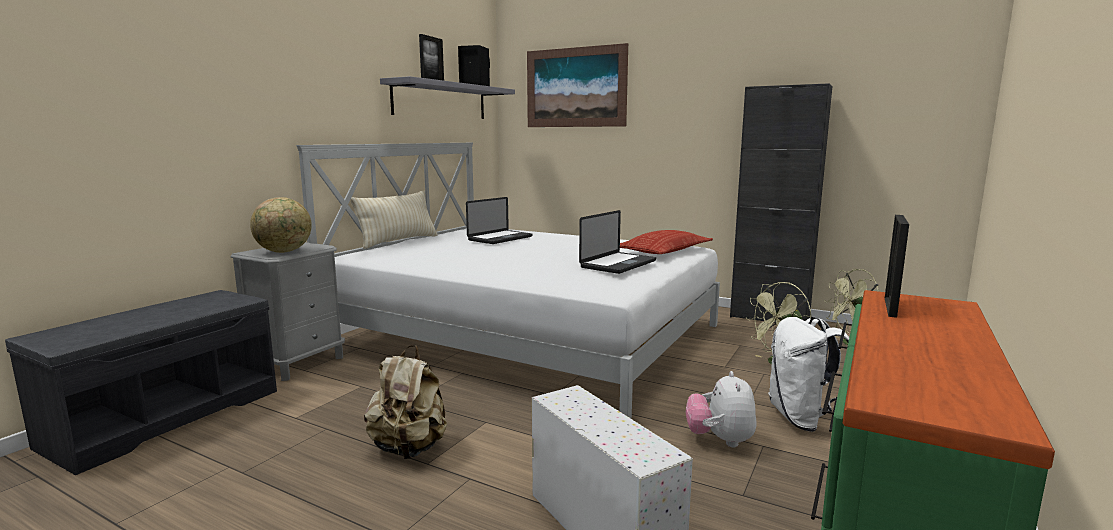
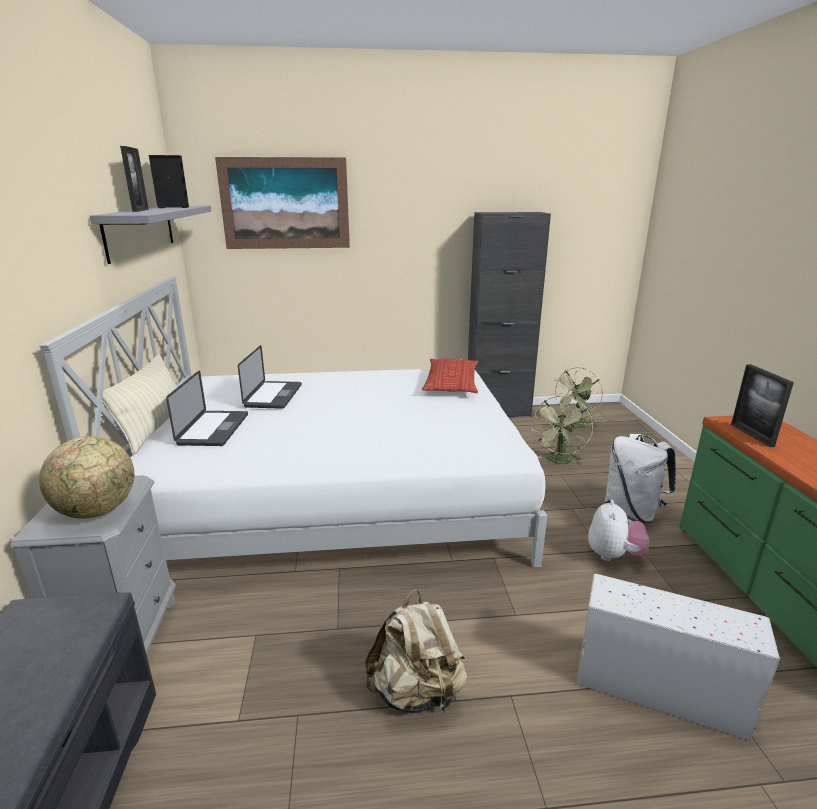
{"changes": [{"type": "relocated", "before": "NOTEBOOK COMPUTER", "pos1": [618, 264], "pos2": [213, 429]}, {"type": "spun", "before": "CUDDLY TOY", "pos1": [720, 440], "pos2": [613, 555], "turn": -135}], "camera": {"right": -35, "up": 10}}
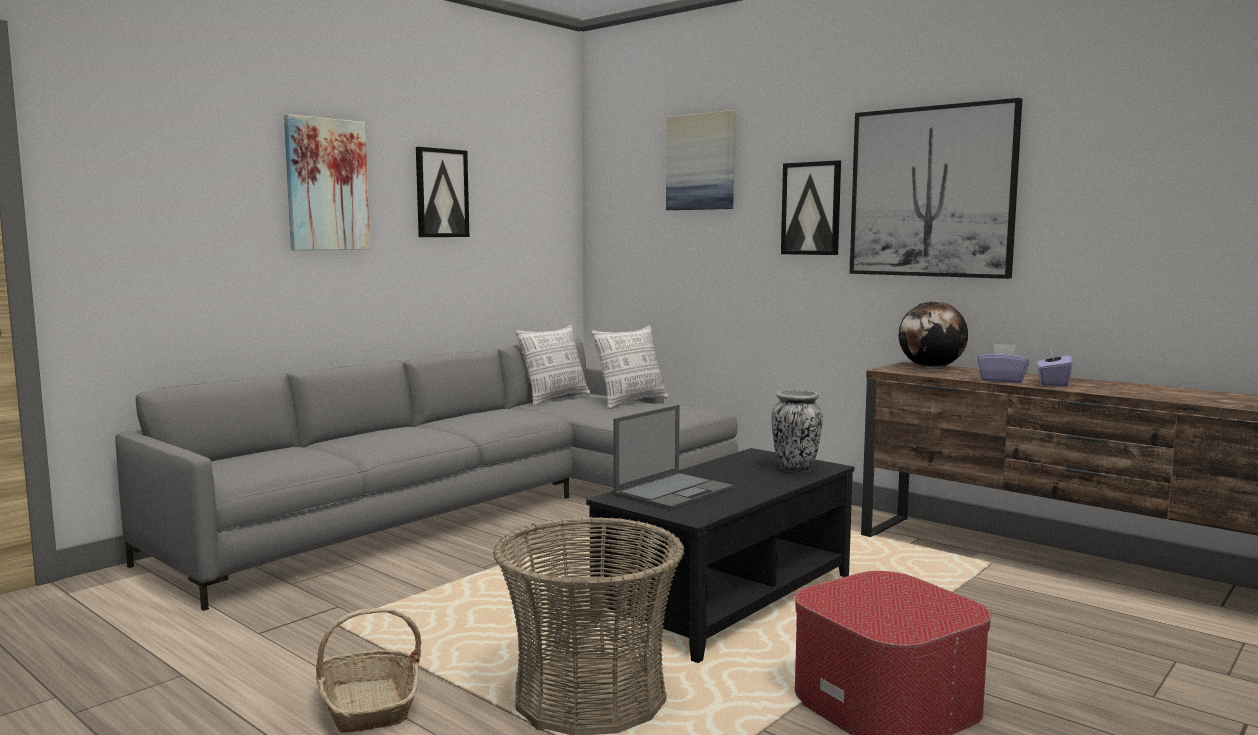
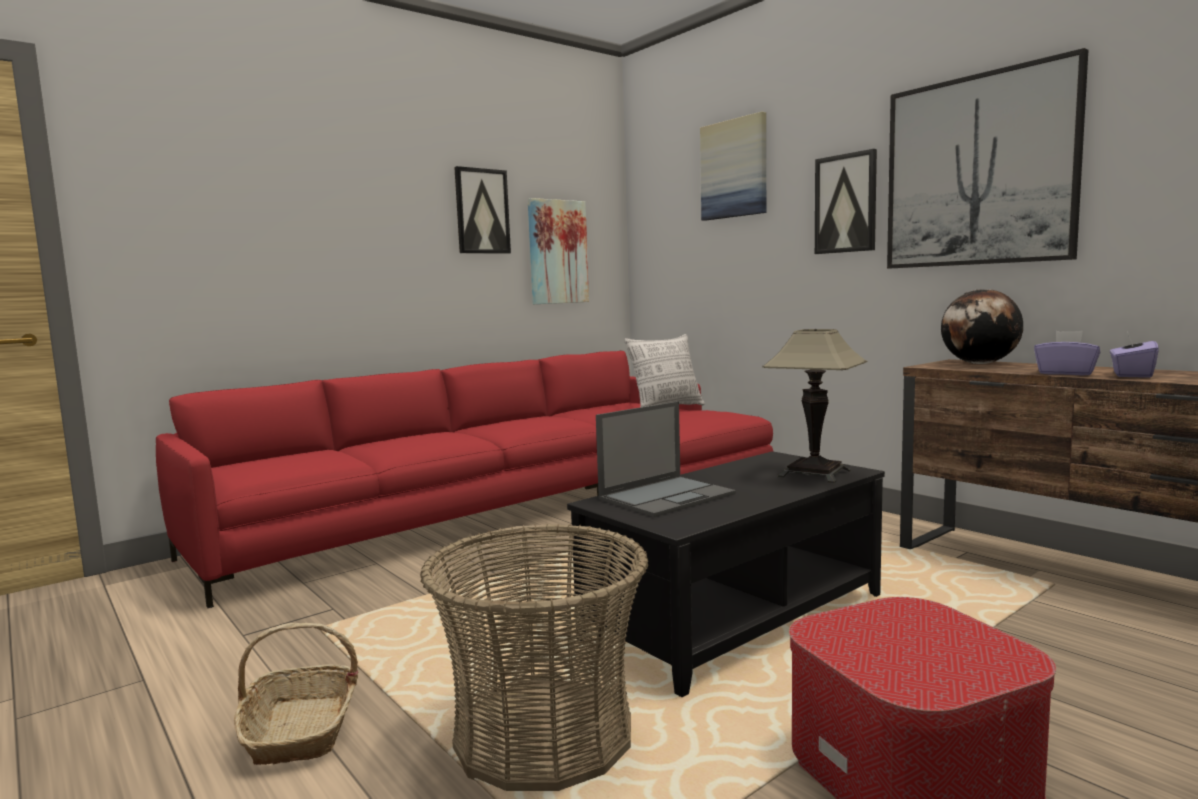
{"changes": [{"type": "missing", "before": "THROW PILLOW", "pos1": [555, 399]}, {"type": "relocated", "before": "PICTURE", "pos1": [326, 184], "pos2": [557, 252]}, {"type": "exchanged", "before": "VASE", "after": "LAMP FOR A TABLE", "pos1": [795, 469], "pos2": [814, 473]}, {"type": "colour", "before": "GRAY SOFA", "after": "REDDISH SOFA", "pos1": [477, 509], "pos2": [511, 512]}], "camera": {"right": 10, "up": 0}}
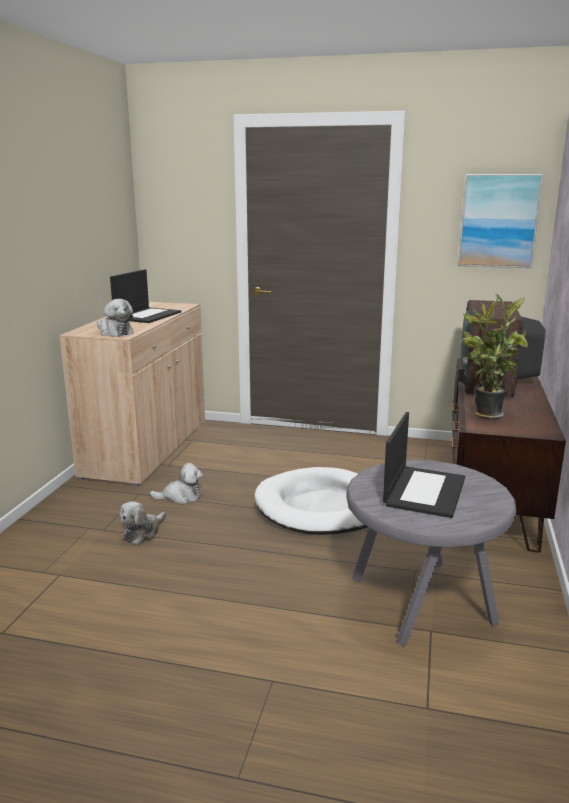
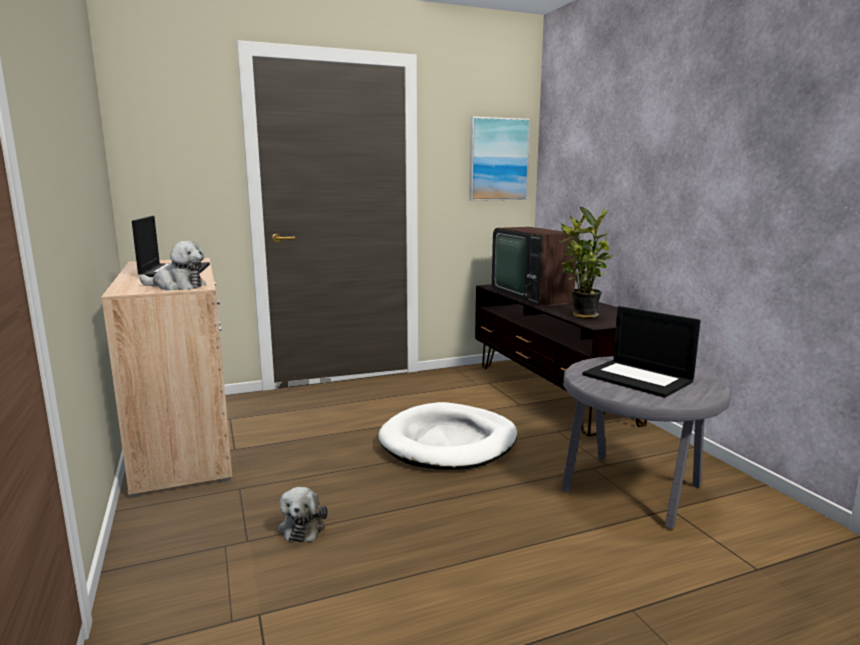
{"changes": [{"type": "missing", "before": "CUDDLY TOY", "pos1": [180, 496]}, {"type": "spun", "before": "NOTEBOOK COMPUTER", "pos1": [424, 491], "pos2": [639, 378], "turn": 150}], "camera": {"right": -35, "up": -5}}
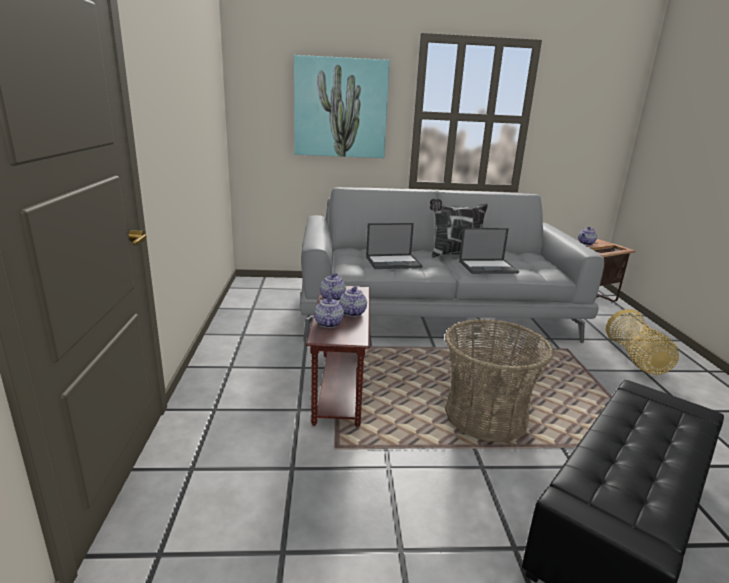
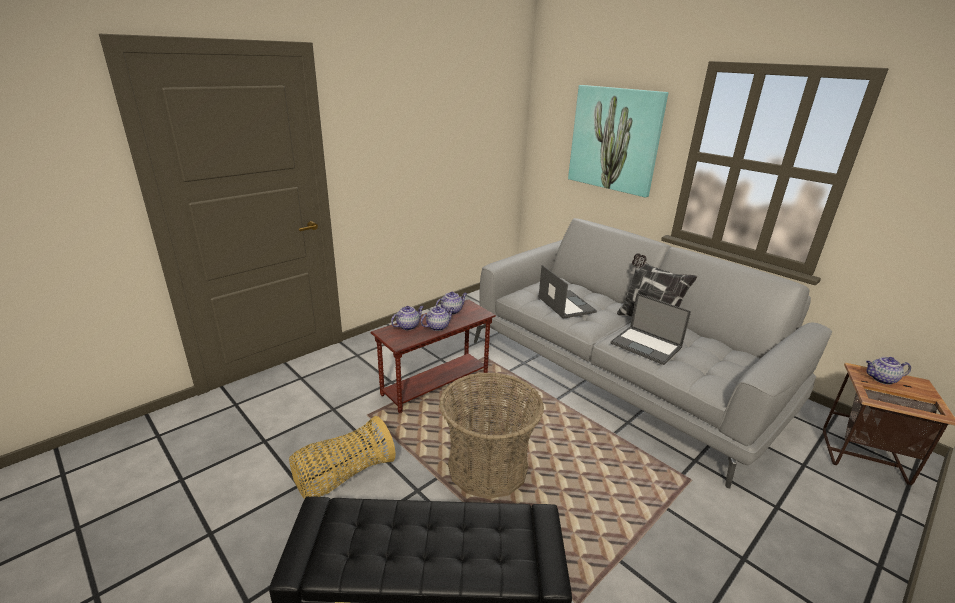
{"changes": [{"type": "relocated", "before": "HOUSEHOLD BASKET", "pos1": [636, 359], "pos2": [343, 476]}, {"type": "spun", "before": "NOTEBOOK COMPUTER", "pos1": [394, 262], "pos2": [565, 304], "turn": -150}], "camera": {"right": 50, "up": 5}}
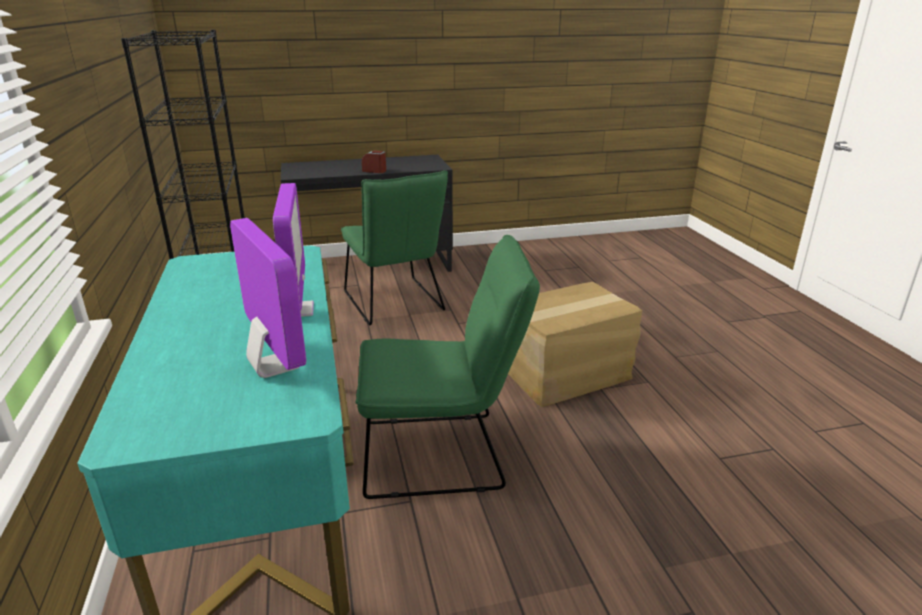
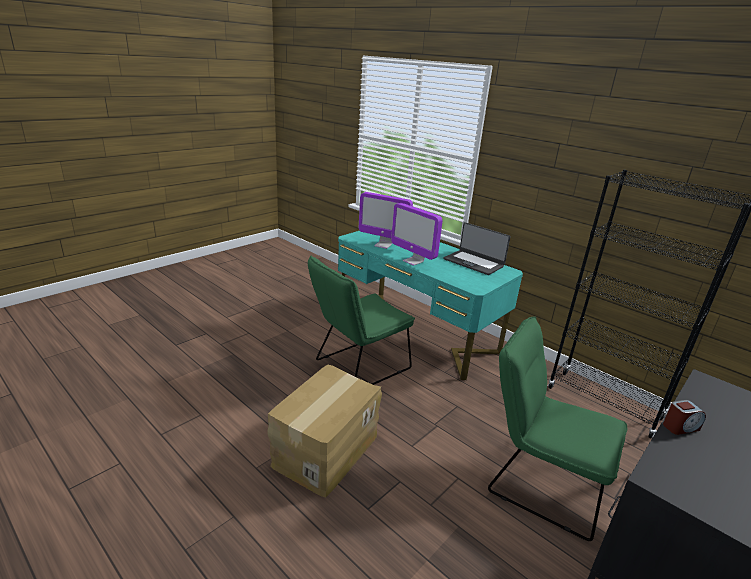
{"changes": [{"type": "appeared", "after": "NOTEBOOK COMPUTER", "pos2": [474, 262]}], "camera": {"right": 145, "up": 0}}
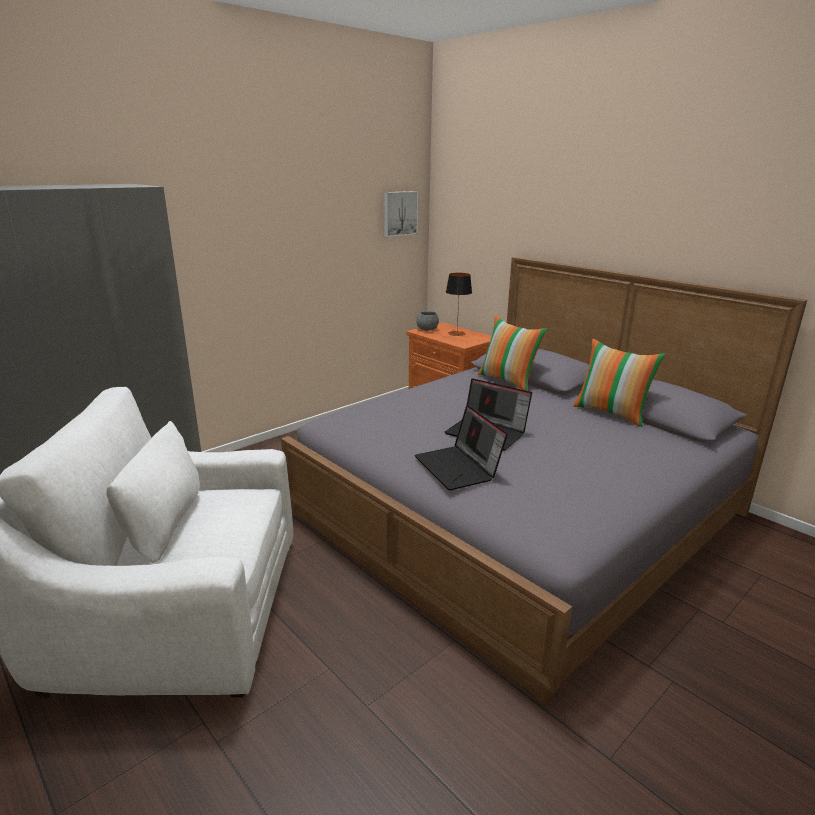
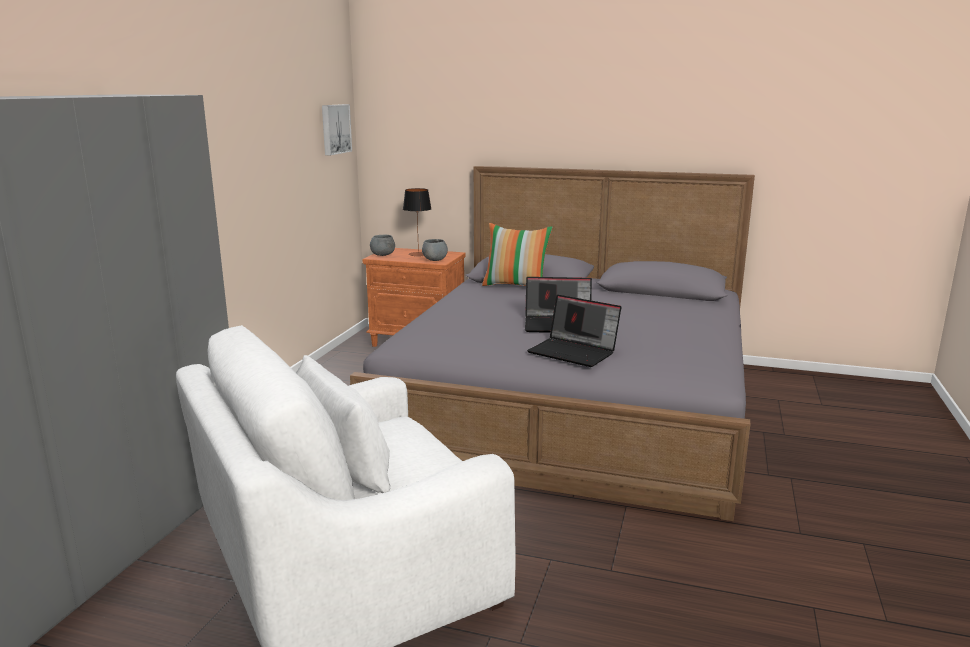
{"changes": [{"type": "missing", "before": "THROW PILLOW", "pos1": [611, 413]}, {"type": "appeared", "after": "GRAY DEEP DISH", "pos2": [435, 260]}], "camera": {"right": -30, "up": -5}}
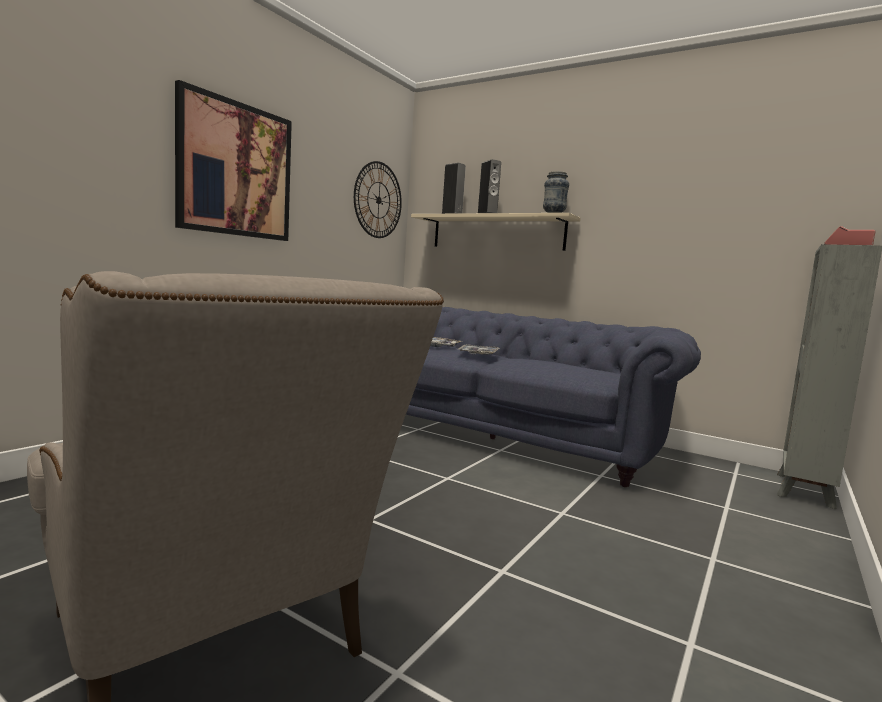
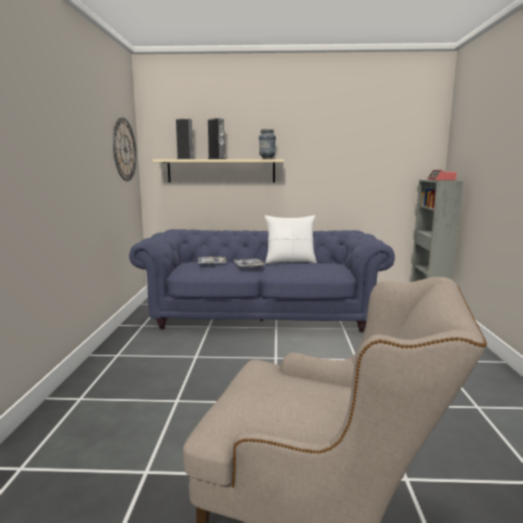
{"changes": [{"type": "missing", "before": "PICTURE", "pos1": [236, 170]}, {"type": "appeared", "after": "WHITISH THROW PILLOW", "pos2": [290, 262]}], "camera": {"right": -30, "up": 5}}
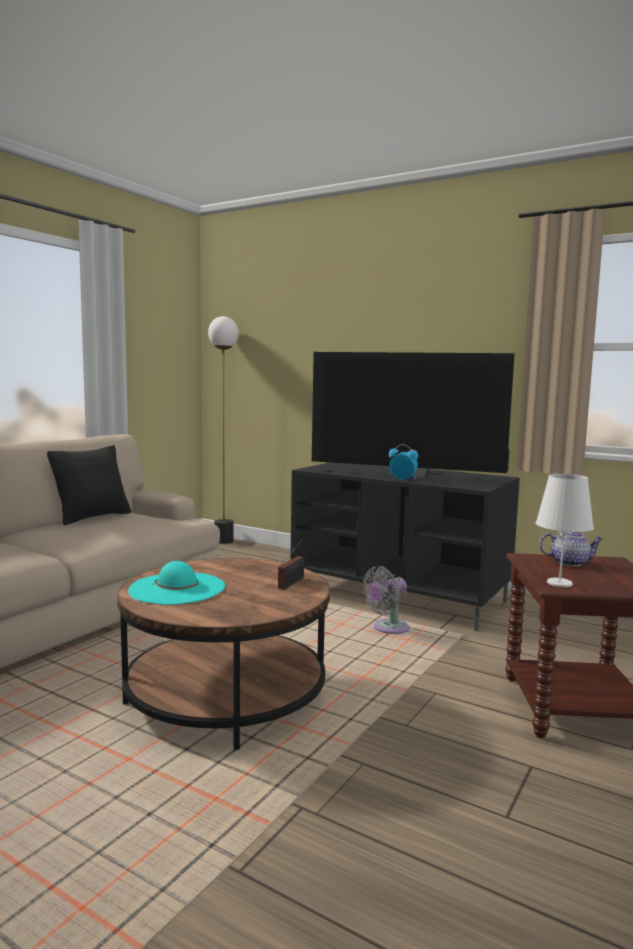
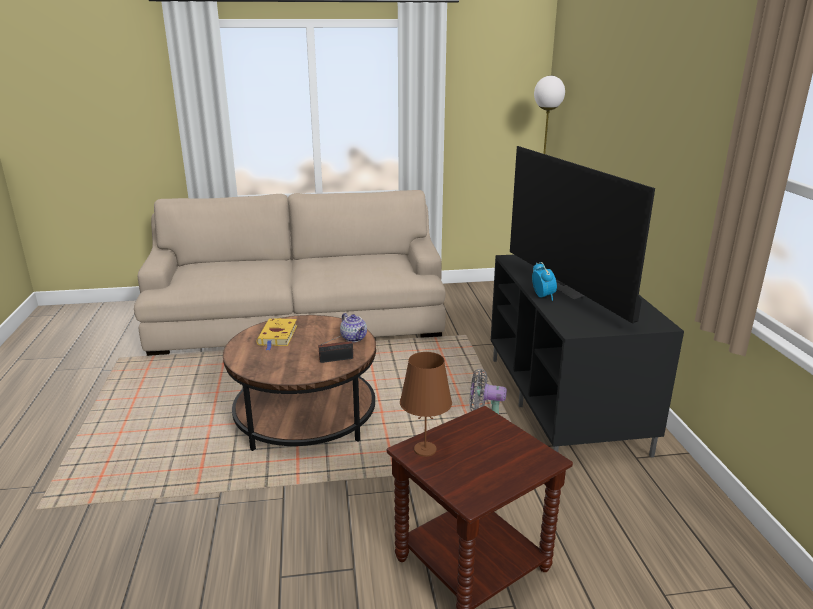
{"changes": [{"type": "missing", "before": "BLACK-COLOURED THROW PILLOW", "pos1": [92, 517]}, {"type": "relocated", "before": "POT FOR TEA", "pos1": [569, 562], "pos2": [354, 338]}, {"type": "exchanged", "before": "TURQUOISE HAT", "after": "YELLOW-COLOURED VOLUME", "pos1": [177, 588], "pos2": [277, 336]}, {"type": "colour", "before": "WHITISH LAMP FOR A TABLE", "after": "BROWN LAMP FOR A TABLE", "pos1": [560, 583], "pos2": [425, 450]}], "camera": {"right": 50, "up": 15}}
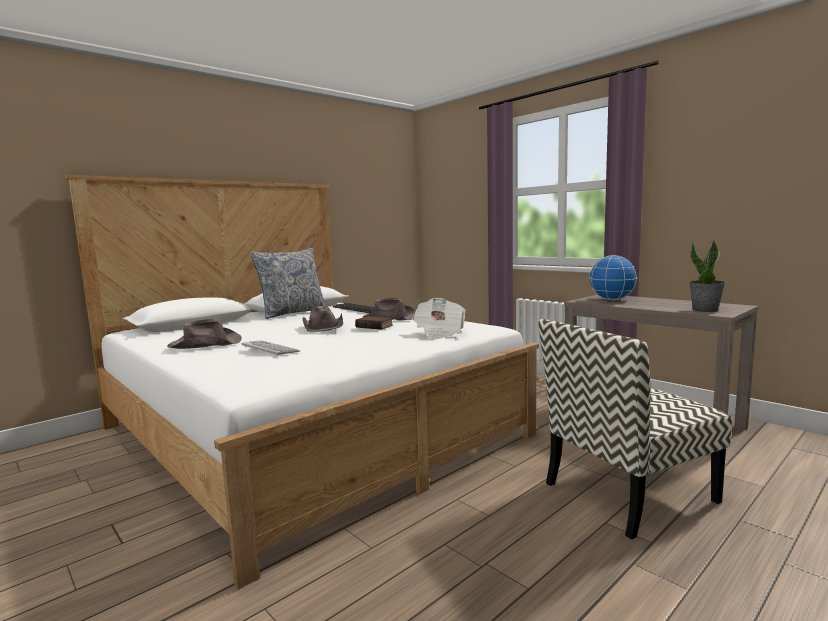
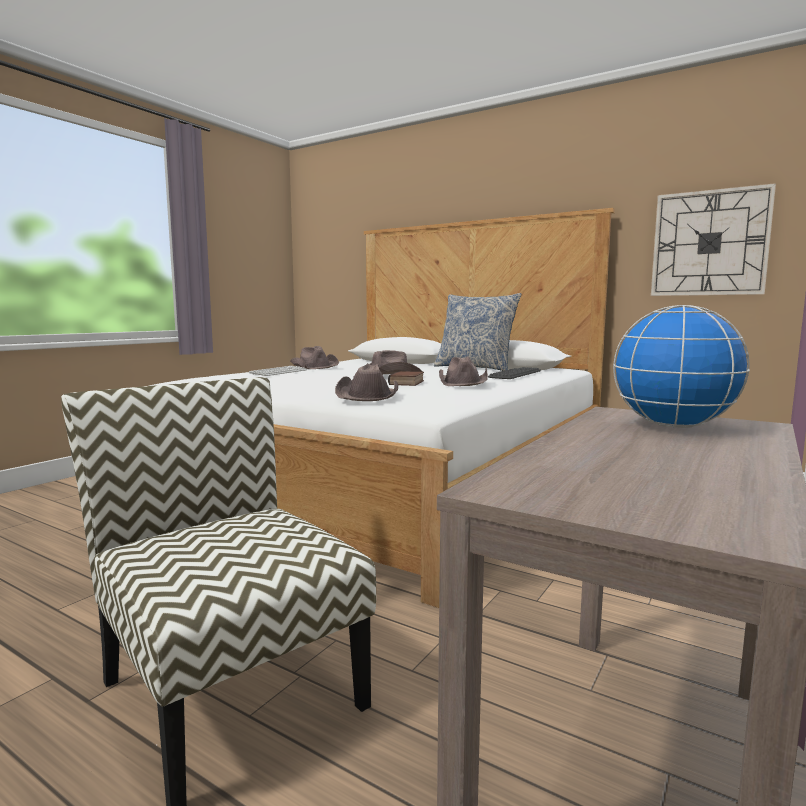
{"changes": [{"type": "missing", "before": "PLANT IN A POT", "pos1": [705, 310]}, {"type": "appeared", "after": "HANGING CLOCK", "pos2": [709, 243]}, {"type": "exchanged", "before": "DAILY PAPER", "after": "BROWN HAT", "pos1": [439, 333], "pos2": [368, 395]}], "camera": {"right": 75, "up": 0}}
